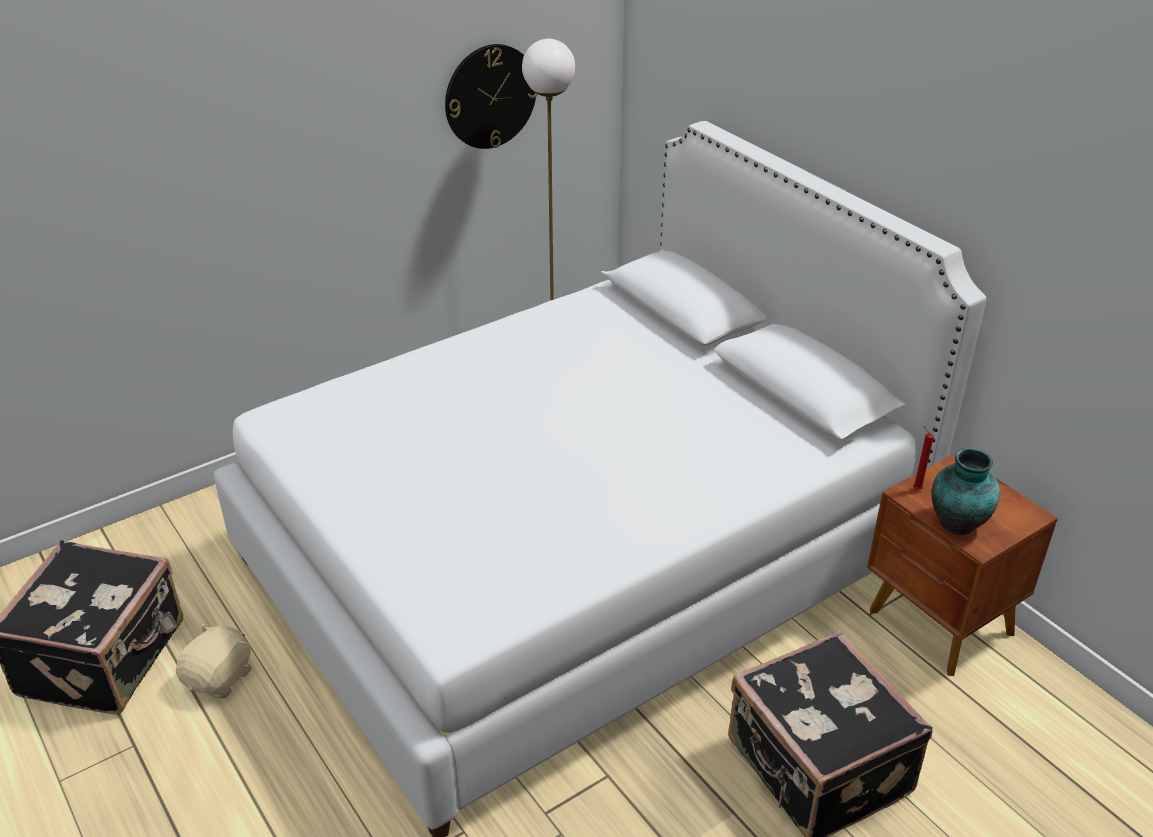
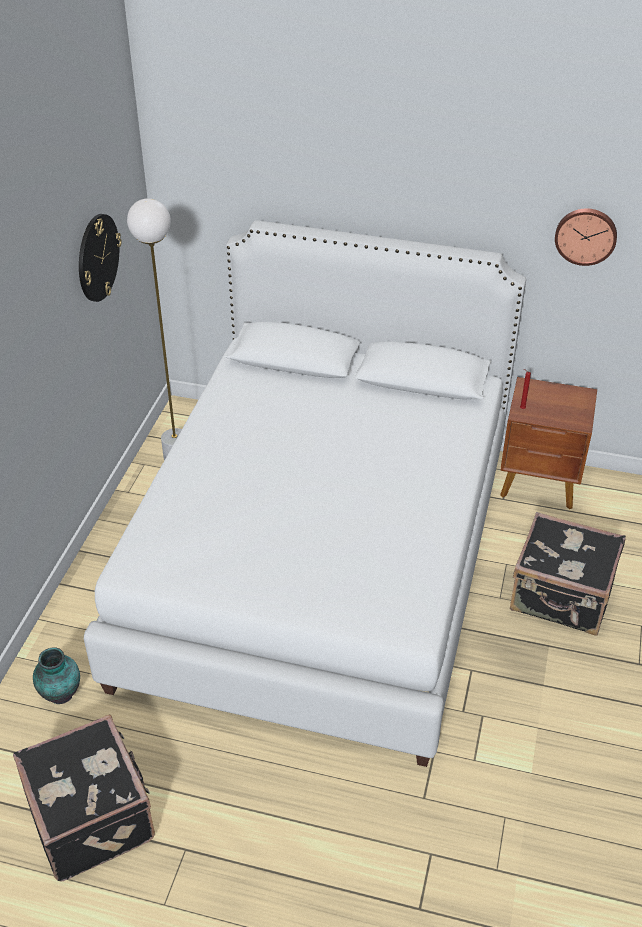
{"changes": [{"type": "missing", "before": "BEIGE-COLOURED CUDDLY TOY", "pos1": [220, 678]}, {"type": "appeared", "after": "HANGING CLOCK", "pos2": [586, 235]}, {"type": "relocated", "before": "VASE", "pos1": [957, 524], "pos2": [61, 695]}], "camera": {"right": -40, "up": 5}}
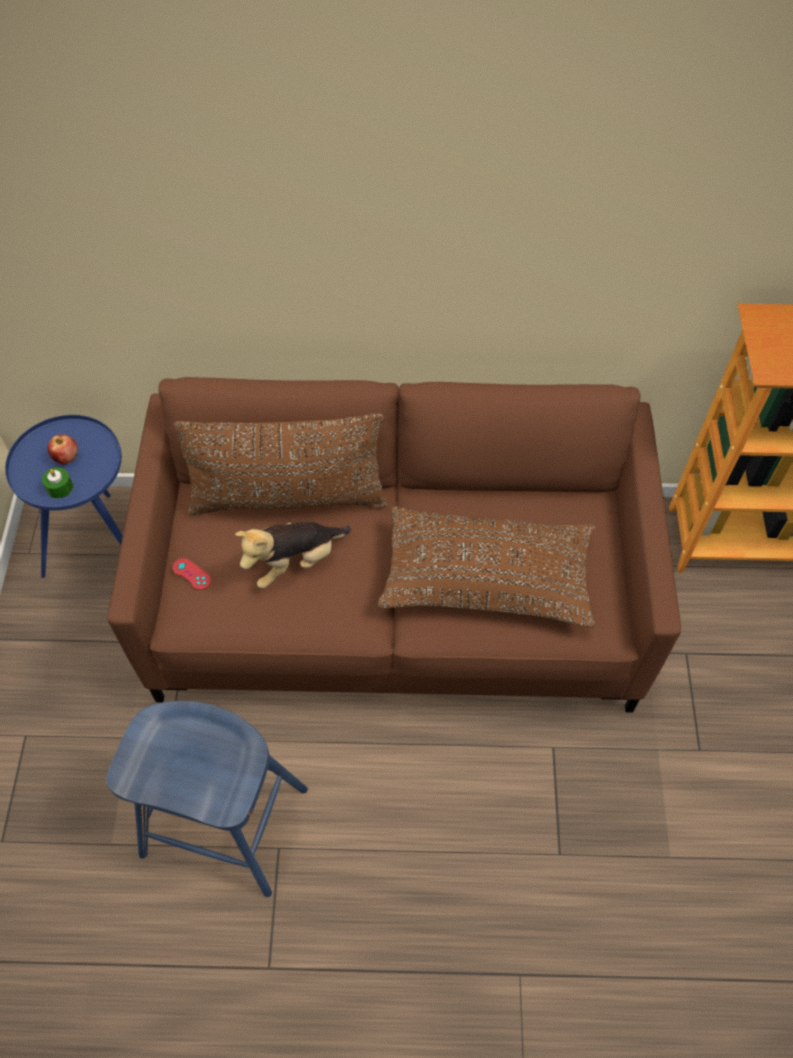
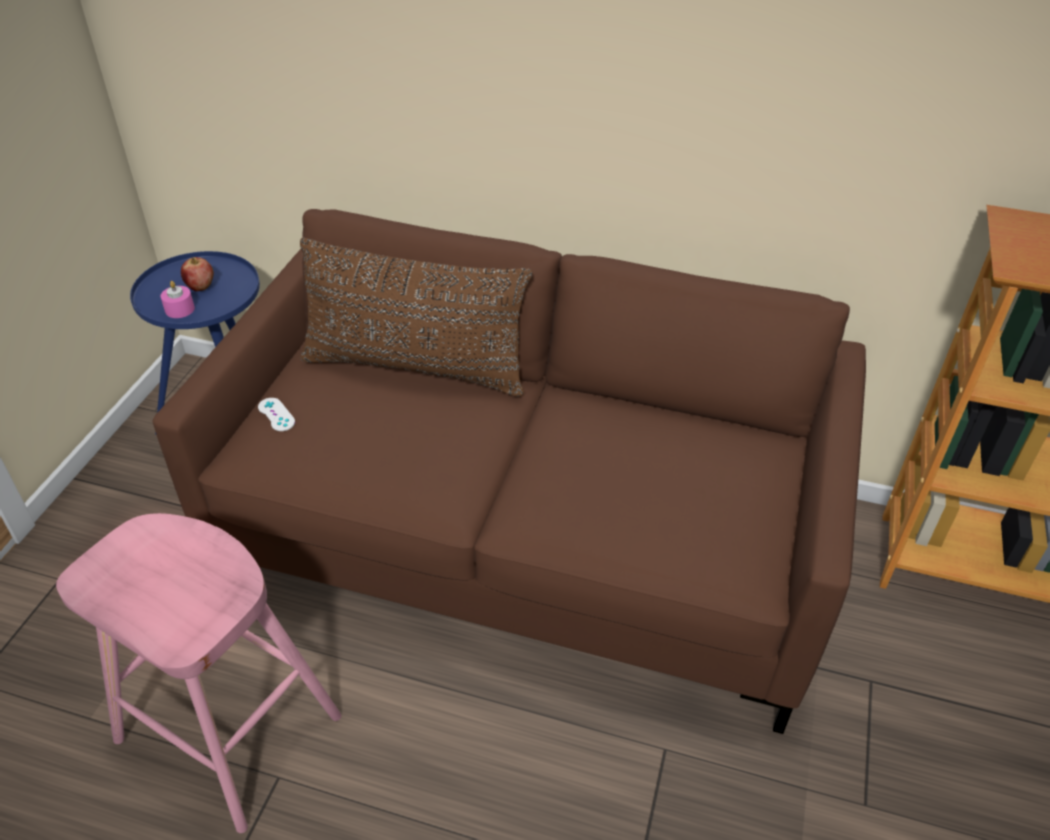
{"changes": [{"type": "missing", "before": "CUDDLY TOY", "pos1": [295, 562]}, {"type": "missing", "before": "BROWN THROW PILLOW", "pos1": [487, 579]}, {"type": "colour", "before": "GREEN-COLOURED WAX CANDLE", "after": "PINK WAX CANDLE", "pos1": [60, 487], "pos2": [179, 309]}, {"type": "colour", "before": "BLUE-COLOURED STOOL SEAT", "after": "PINK STOOL SEAT", "pos1": [224, 821], "pos2": [228, 728]}, {"type": "colour", "before": "REDDISH JOYPAD", "after": "WHITISH JOYPAD", "pos1": [191, 574], "pos2": [276, 414]}], "camera": {"right": 15, "up": -15}}
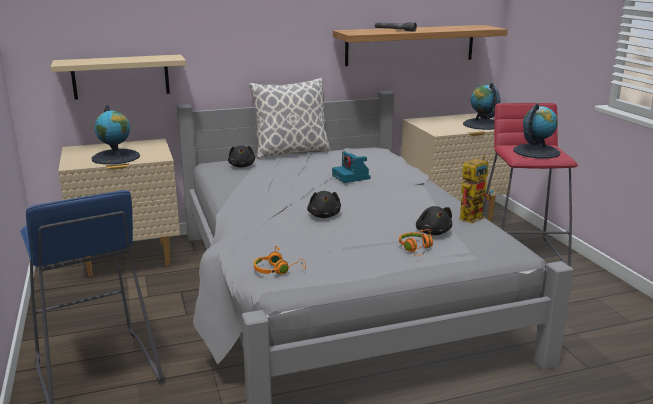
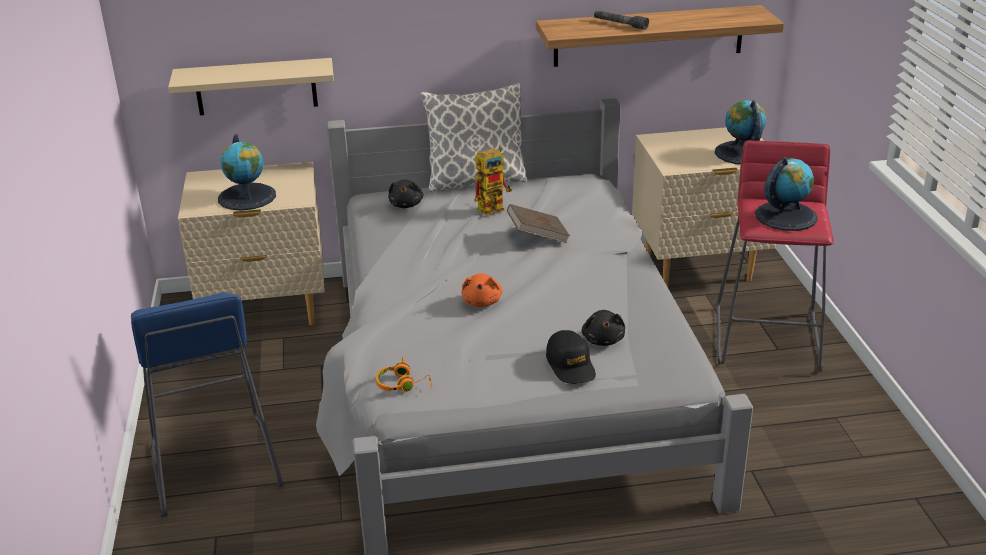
{"changes": [{"type": "relocated", "before": "ROBOT FIGURE", "pos1": [473, 216], "pos2": [494, 207]}, {"type": "exchanged", "before": "PHOTO CAMERA", "after": "BROWN VOLUME", "pos1": [351, 177], "pos2": [537, 236]}, {"type": "exchanged", "before": "ORANGE-COLOURED HEADSET", "after": "BLACK-COLOURED PEAKED CAP", "pos1": [416, 249], "pos2": [571, 365]}, {"type": "colour", "before": "BLACK-COLOURED CUDDLY TOY", "after": "ORANGE-COLOURED CUDDLY TOY", "pos1": [324, 215], "pos2": [482, 302]}], "camera": {"right": 10, "up": 10}}
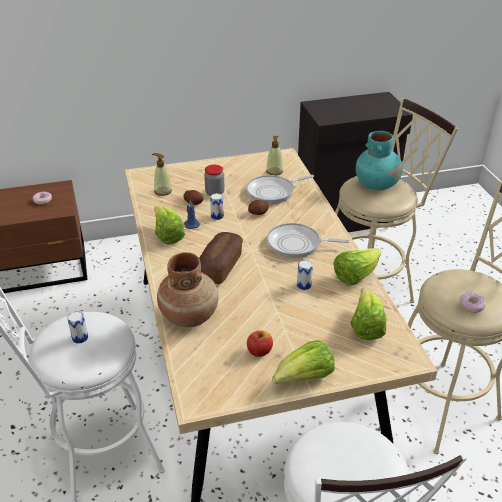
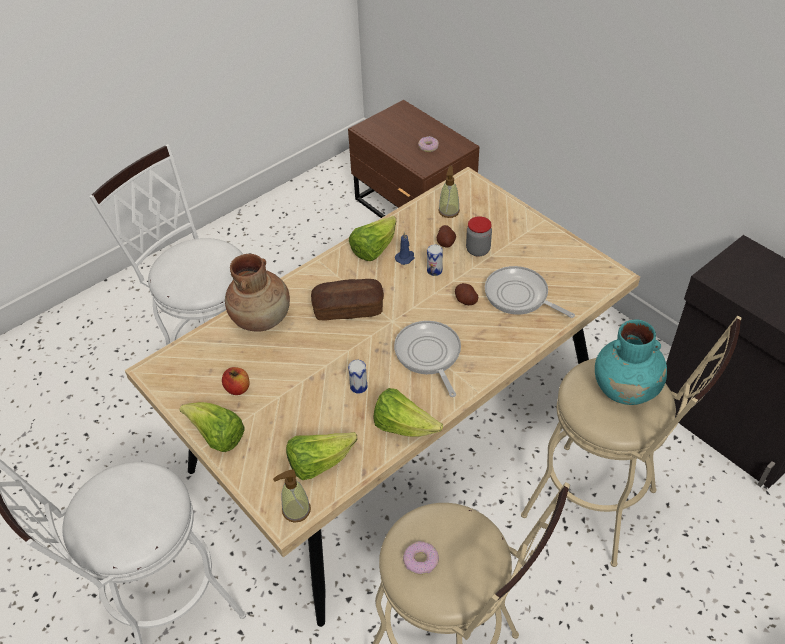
{"changes": [{"type": "missing", "before": "METAL CAN", "pos1": [80, 338]}, {"type": "relocated", "before": "LIQUID SOAP BOTTLE", "pos1": [274, 171], "pos2": [296, 510]}], "camera": {"right": 65, "up": 10}}
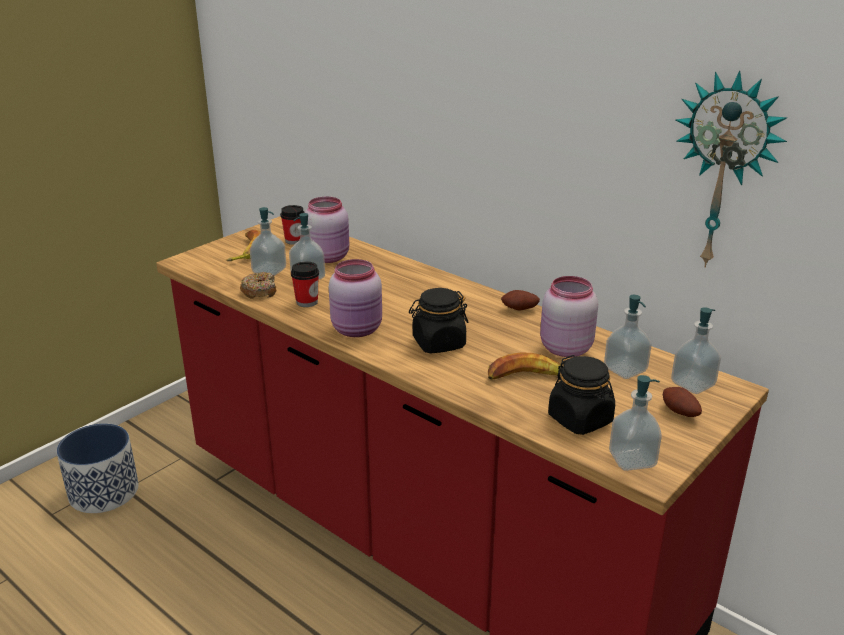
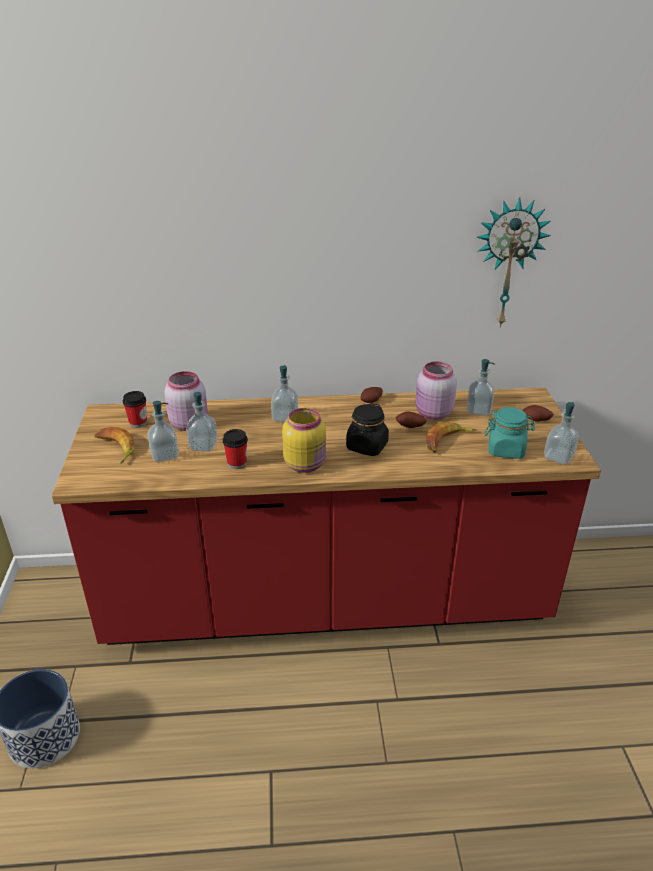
{"changes": [{"type": "missing", "before": "DONUT", "pos1": [259, 291]}, {"type": "appeared", "after": "WHOLE POTATO", "pos2": [410, 427]}, {"type": "relocated", "before": "LIQUID SOAP BOTTLE", "pos1": [693, 384], "pos2": [285, 417]}, {"type": "colour", "before": "PINK STORAGE JAR", "after": "YELLOW-COLOURED STORAGE JAR", "pos1": [358, 330], "pos2": [306, 464]}, {"type": "colour", "before": "BLACK-COLOURED STORAGE JAR", "after": "TURQUOISE STORAGE JAR", "pos1": [580, 419], "pos2": [506, 450]}], "camera": {"right": -45, "up": 5}}
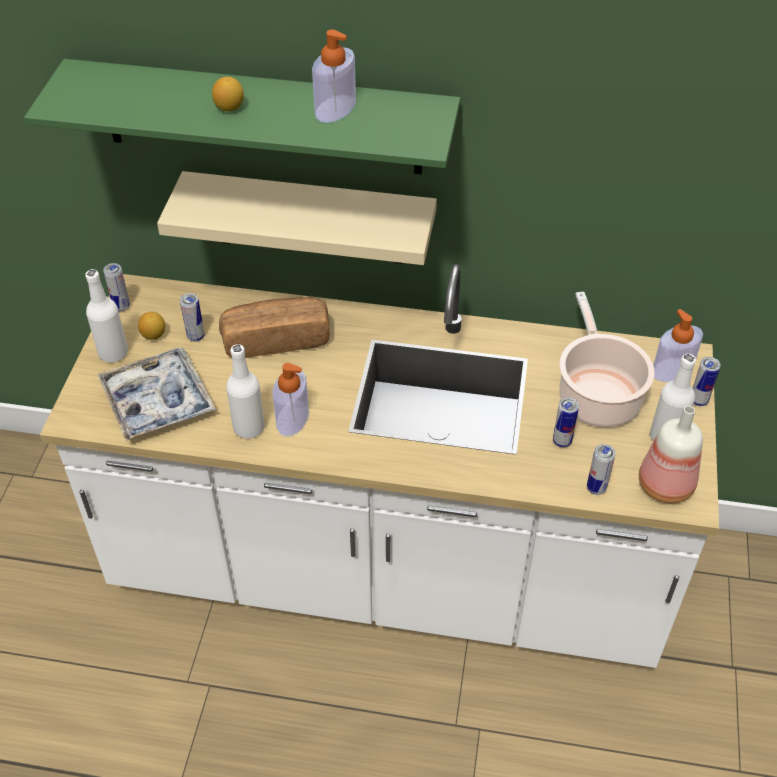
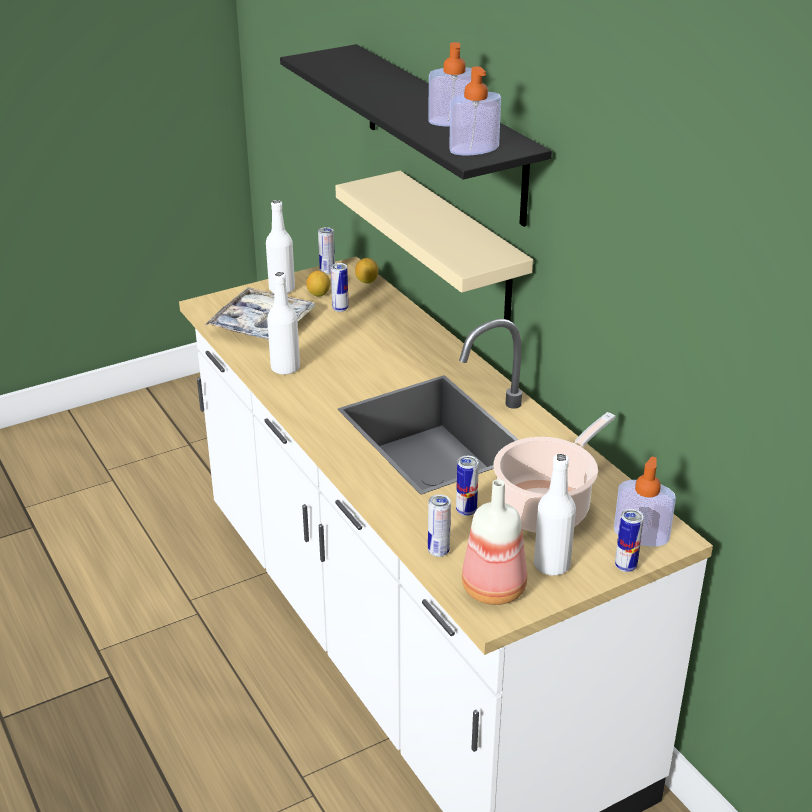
{"changes": [{"type": "missing", "before": "BAKERY BREAD", "pos1": [276, 340]}, {"type": "relocated", "before": "WHOLE LEMON", "pos1": [229, 108], "pos2": [367, 281]}, {"type": "relocated", "before": "LIQUID SOAP BOTTLE", "pos1": [292, 418], "pos2": [474, 149]}, {"type": "colour", "before": "GREEN-COLOURED WALL SHELF", "after": "BLACK-COLOURED WALL SHELF", "pos1": [262, 117], "pos2": [443, 132]}], "camera": {"right": 50, "up": -15}}
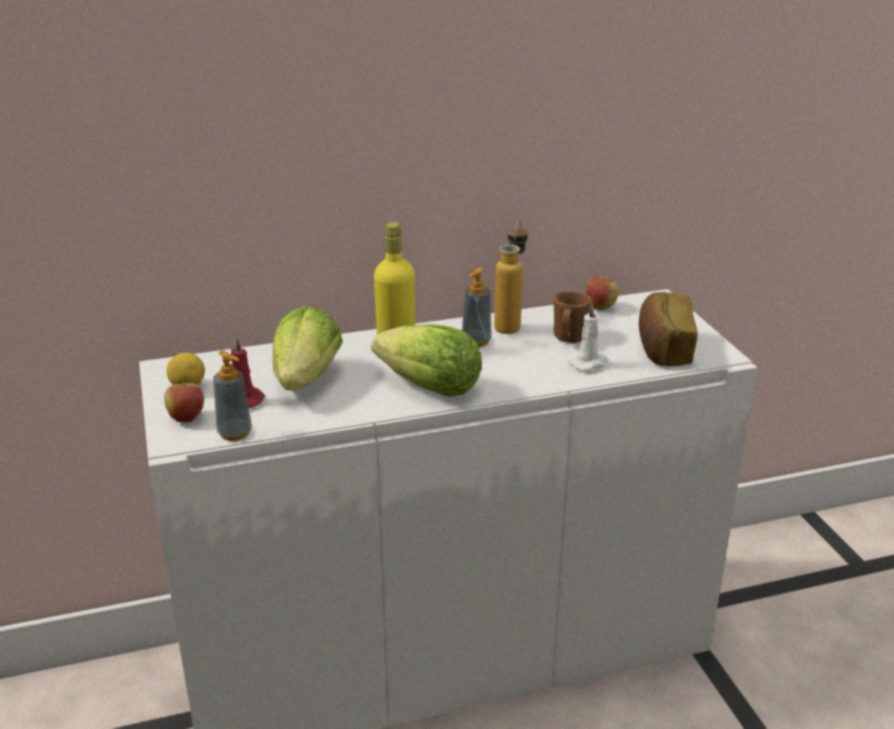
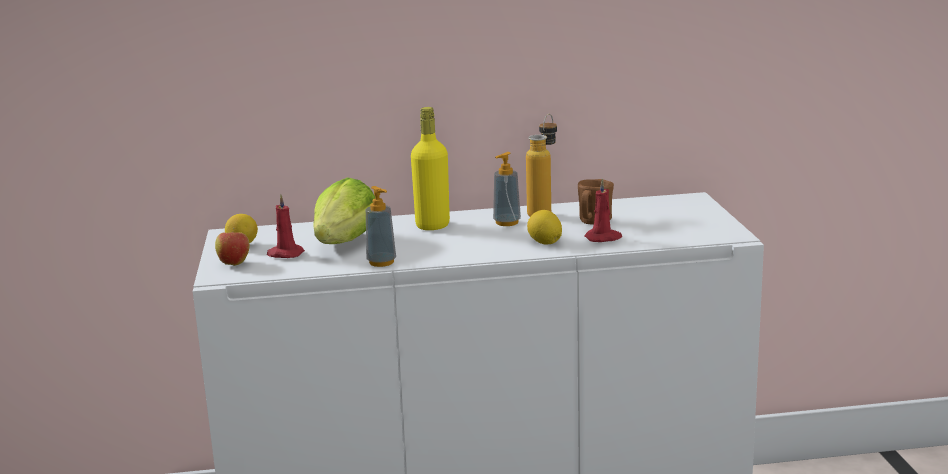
{"changes": [{"type": "missing", "before": "LETTUCE", "pos1": [430, 388]}, {"type": "missing", "before": "APPLE", "pos1": [601, 308]}, {"type": "missing", "before": "BAKERY BREAD", "pos1": [663, 349]}, {"type": "appeared", "after": "WHOLE LEMON", "pos2": [544, 243]}, {"type": "relocated", "before": "LIQUID SOAP BOTTLE", "pos1": [235, 433], "pos2": [381, 262]}, {"type": "colour", "before": "WHITISH WAX CANDLE", "after": "REDDISH WAX CANDLE", "pos1": [589, 363], "pos2": [603, 238]}], "camera": {"right": 10, "up": -10}}
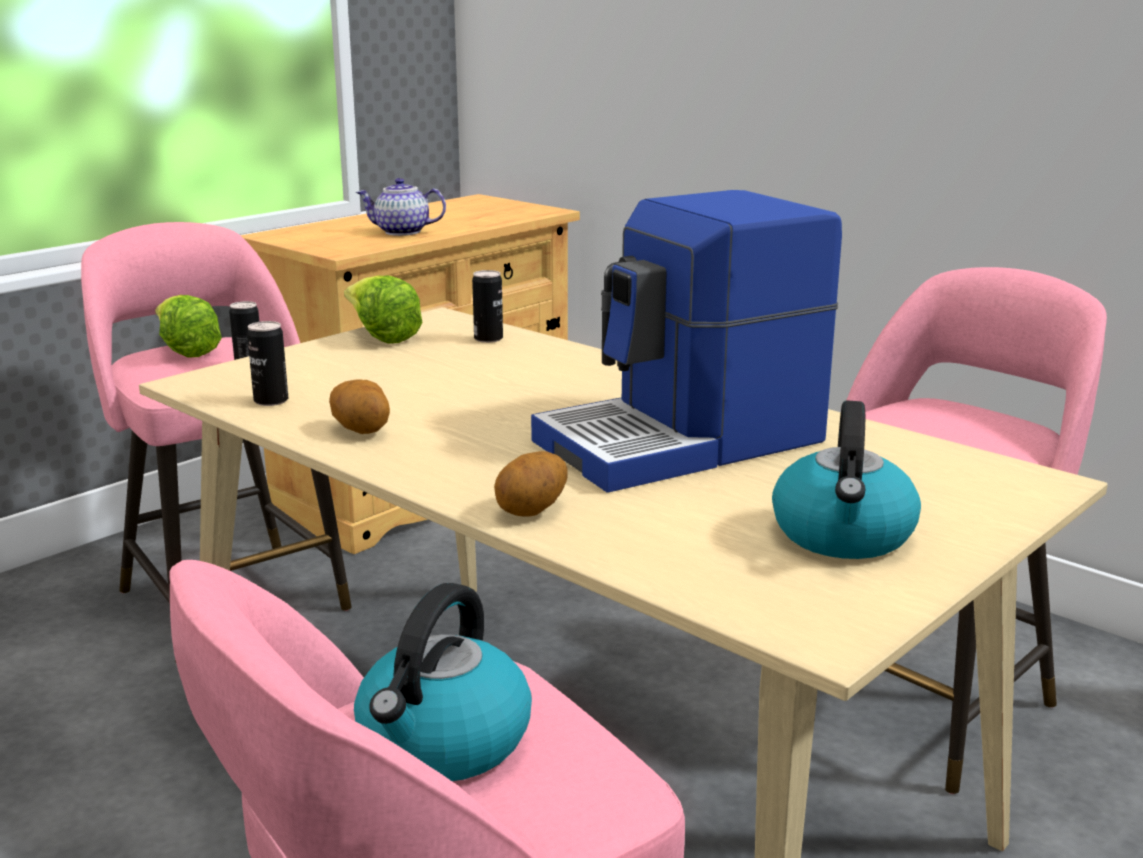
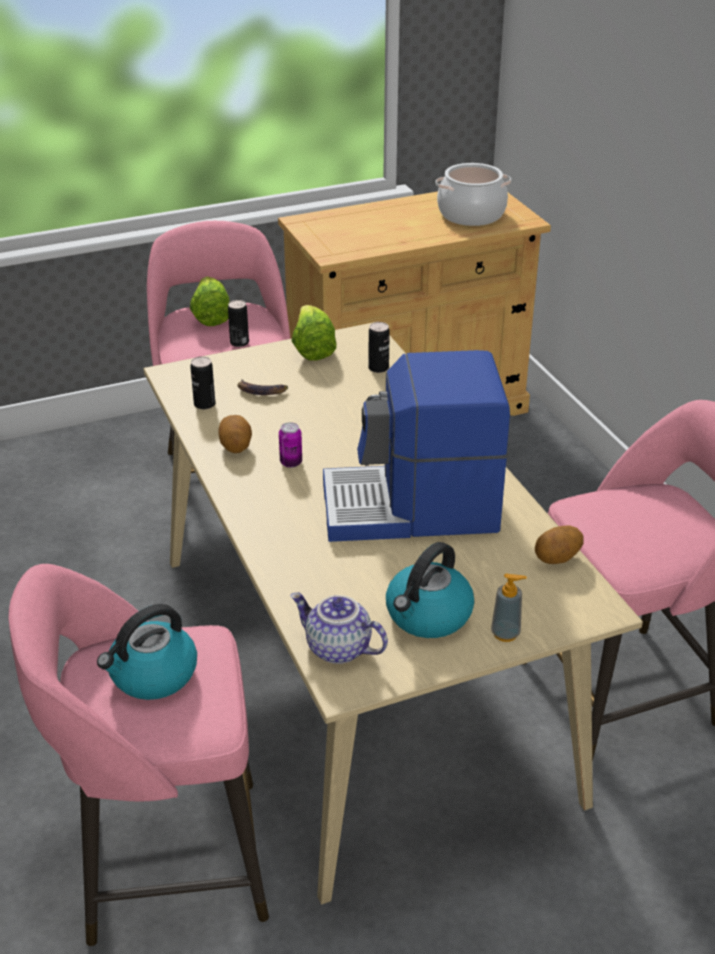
{"changes": [{"type": "appeared", "after": "WHOLE BANANA", "pos2": [261, 391]}, {"type": "appeared", "after": "METAL CAN", "pos2": [291, 463]}, {"type": "appeared", "after": "STOCKPOT", "pos2": [471, 214]}, {"type": "appeared", "after": "LIQUID SOAP BOTTLE", "pos2": [505, 633]}, {"type": "relocated", "before": "POT FOR TEA", "pos1": [401, 232], "pos2": [337, 649]}, {"type": "relocated", "before": "WHOLE POTATO", "pos1": [532, 511], "pos2": [557, 559]}], "camera": {"right": 25, "up": 15}}
